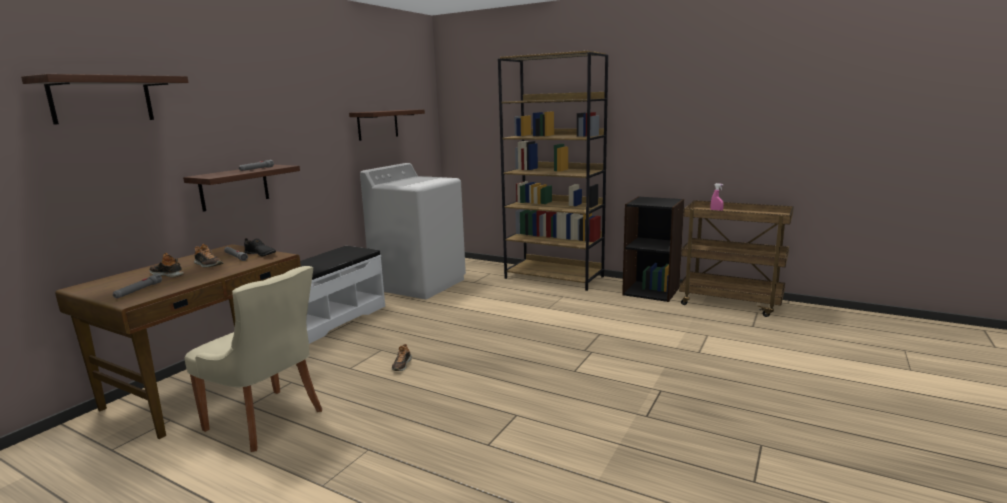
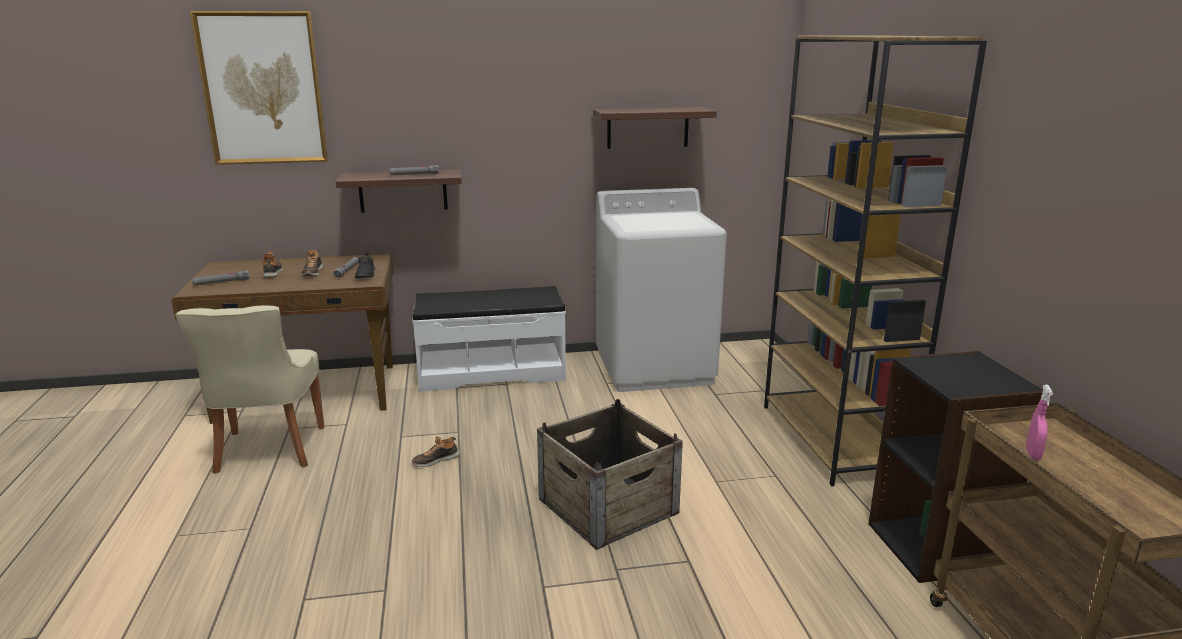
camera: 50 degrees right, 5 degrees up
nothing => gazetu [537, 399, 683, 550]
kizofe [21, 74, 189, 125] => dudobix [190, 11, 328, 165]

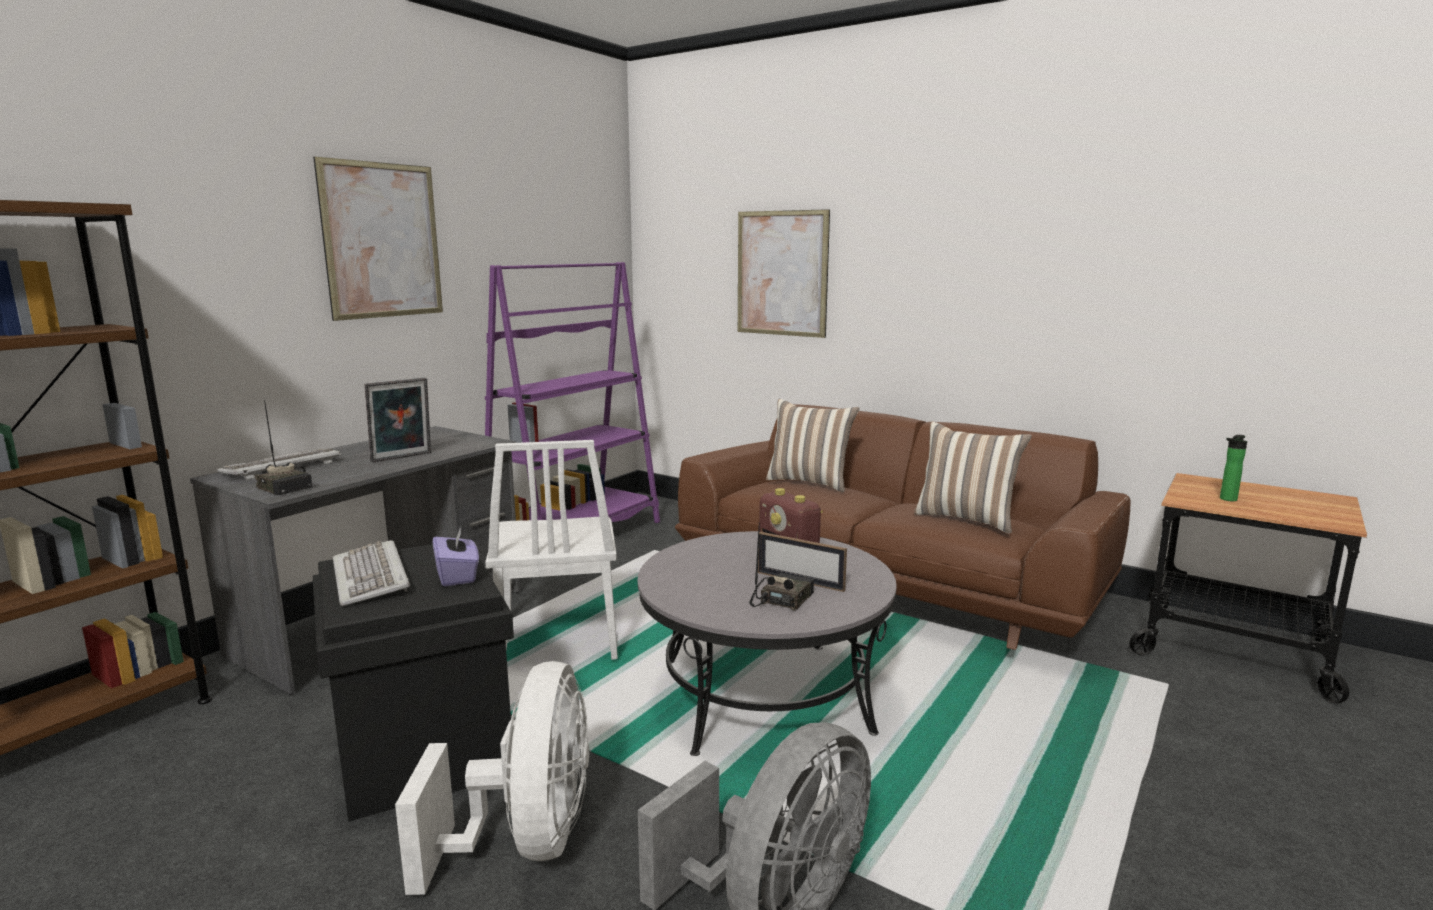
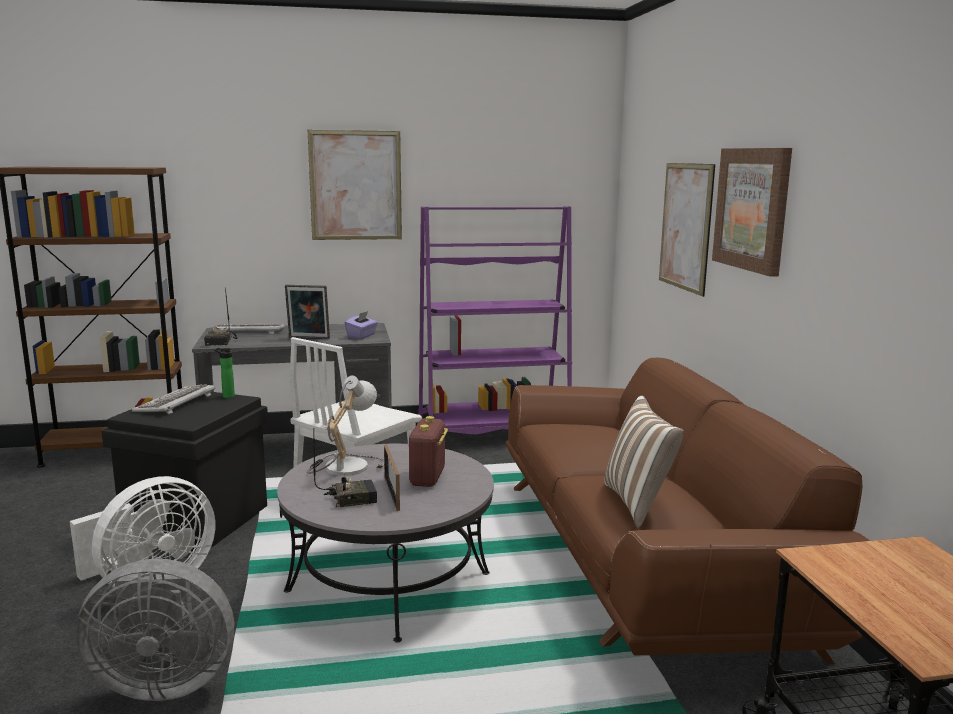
camera: 45 degrees right, 0 degrees up
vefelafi [766, 399, 860, 492] => nothing
nothing => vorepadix [307, 375, 384, 476]
nothing => dudobix [712, 148, 792, 277]
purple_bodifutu [433, 528, 479, 587] => purple_bodifutu [345, 311, 378, 339], moved
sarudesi [1220, 435, 1247, 501] => sarudesi [214, 348, 235, 398], moved

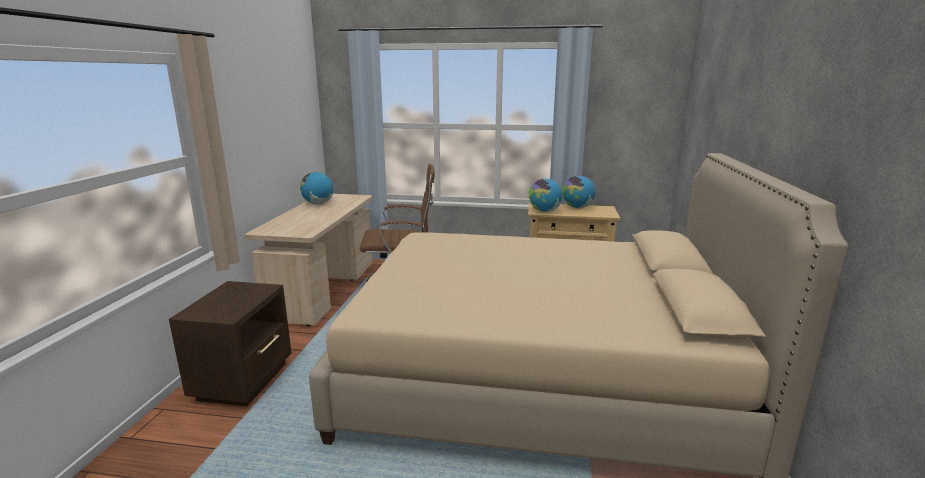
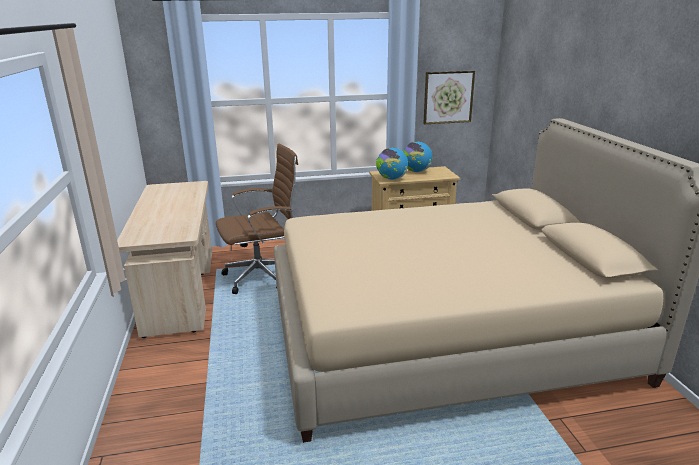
camera: 20 degrees left, 5 degrees up
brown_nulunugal [169, 281, 291, 406] => nothing
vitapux [300, 172, 333, 205] => nothing
nothing => dudobix [423, 71, 475, 124]

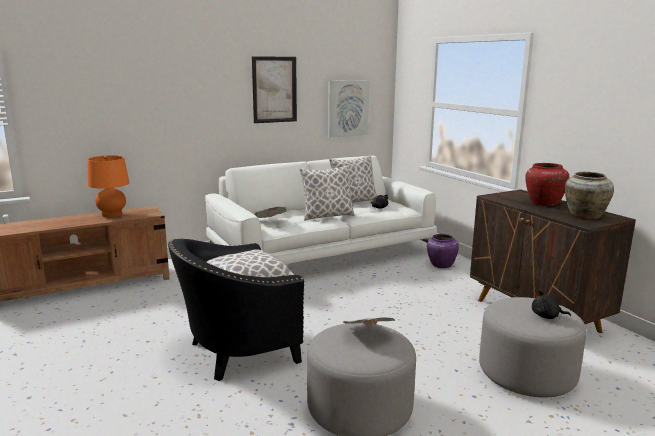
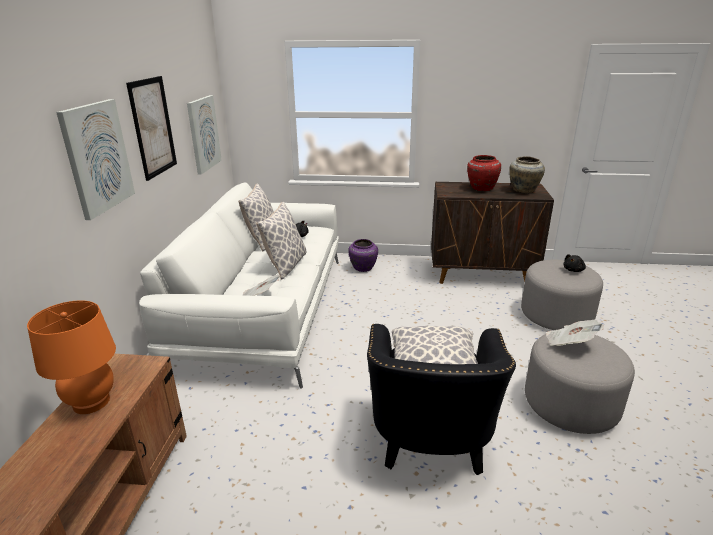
camera: 55 degrees left, 10 degrees up
nothing => dudobix [56, 99, 135, 220]

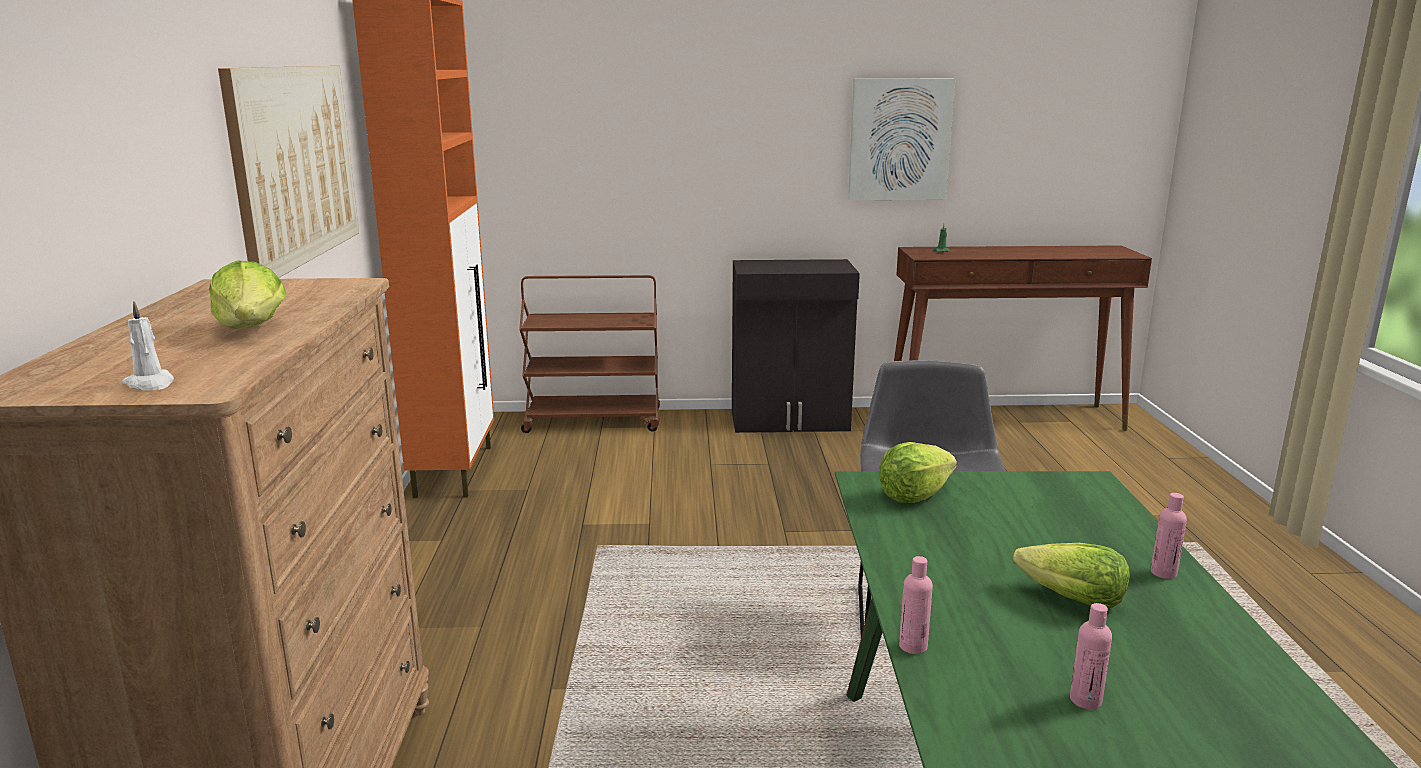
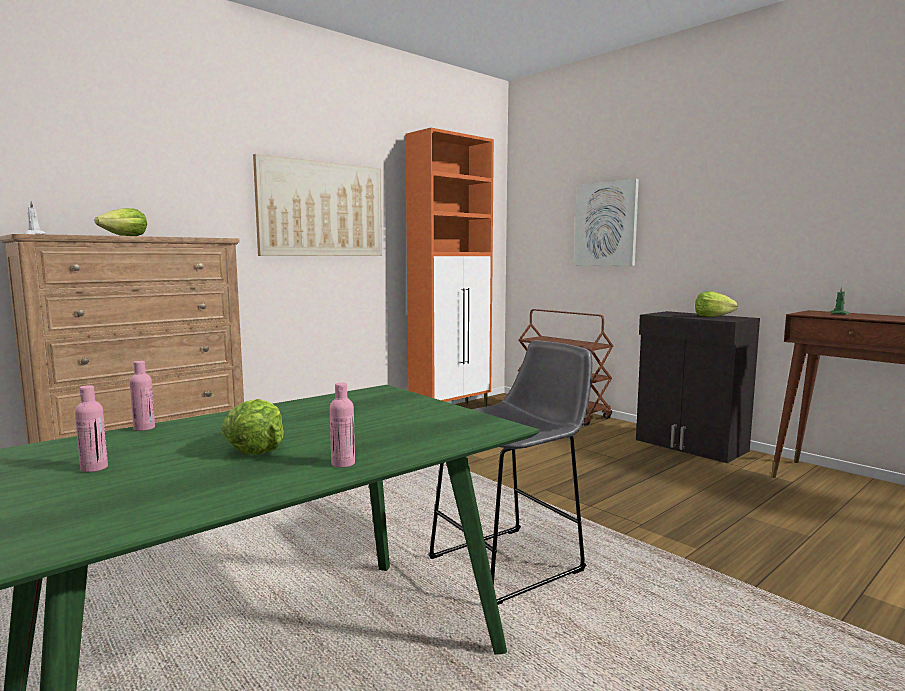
camera: 50 degrees right, 10 degrees down
dudobix [848, 78, 955, 200] => dudobix [574, 179, 639, 266], moved
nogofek [878, 442, 957, 503] => nogofek [695, 291, 738, 317], moved

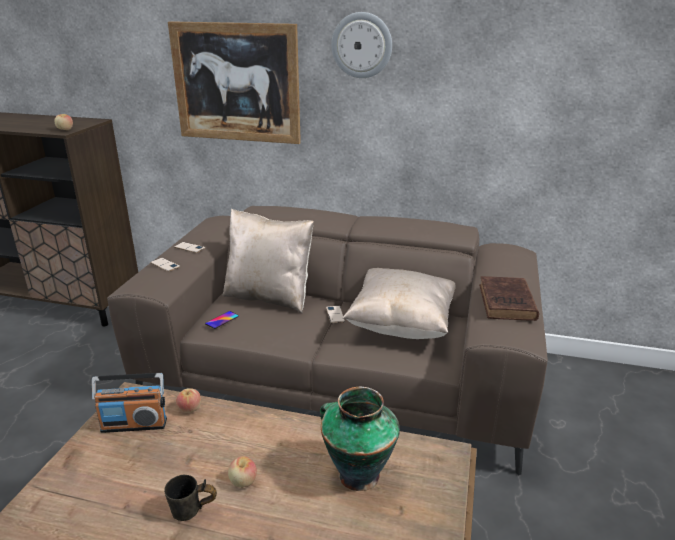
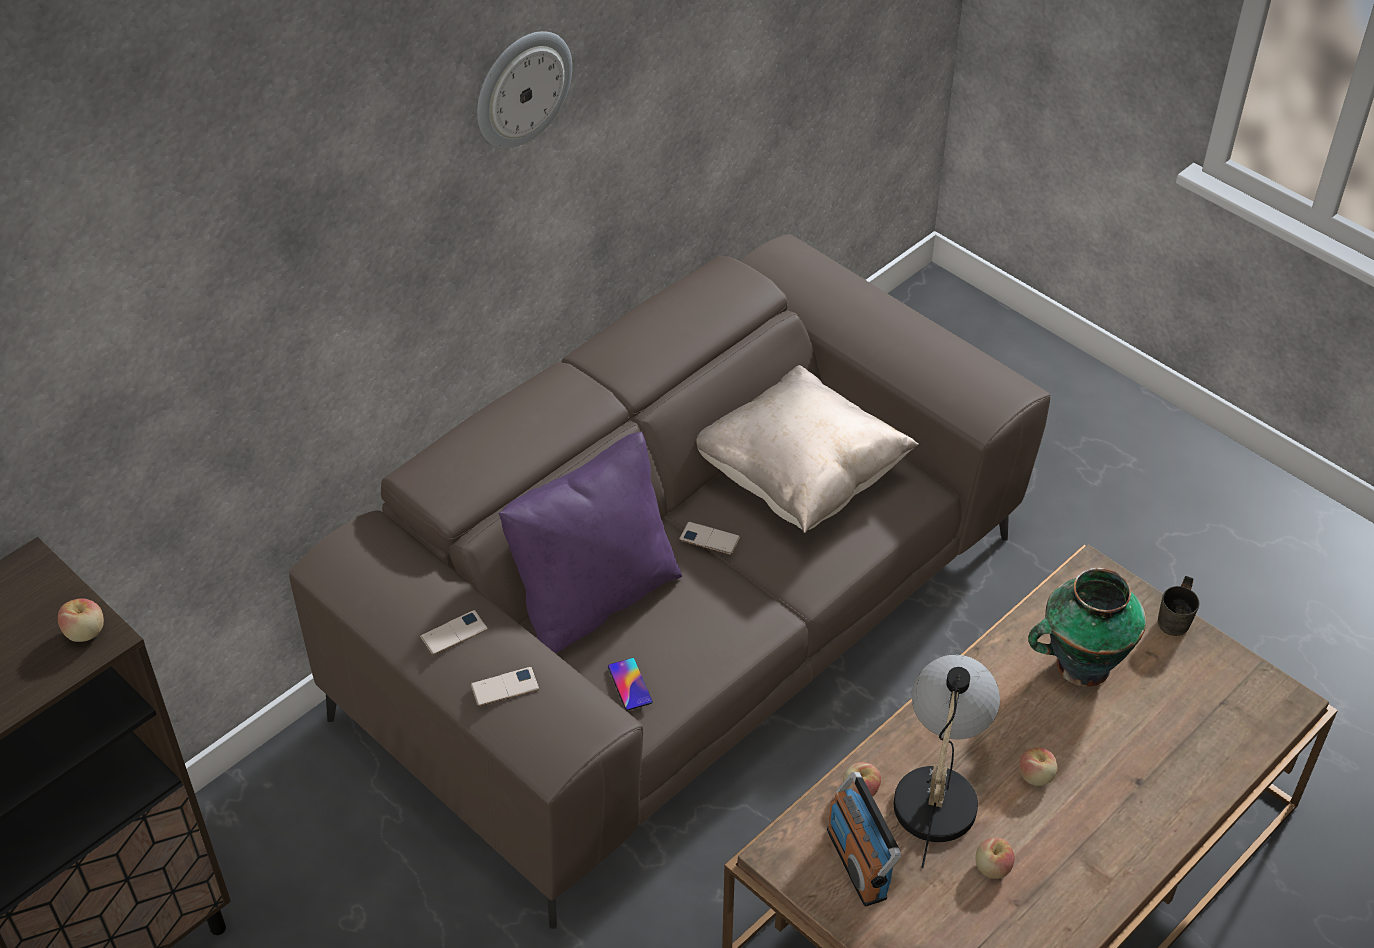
camera: 60 degrees left, 20 degrees up
dudobix [168, 21, 301, 144] => nothing
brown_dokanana [479, 276, 539, 321] => nothing
nothing => vorepadix [894, 655, 1000, 868]
nothing => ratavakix [975, 838, 1015, 879]
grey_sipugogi [164, 475, 217, 521] => grey_sipugogi [1158, 576, 1200, 636], moved
beige_vefelafi [223, 209, 314, 313] => purple_vefelafi [499, 432, 683, 653]
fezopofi [92, 373, 167, 433] => fezopofi [827, 772, 901, 906], 135 degrees clockwise

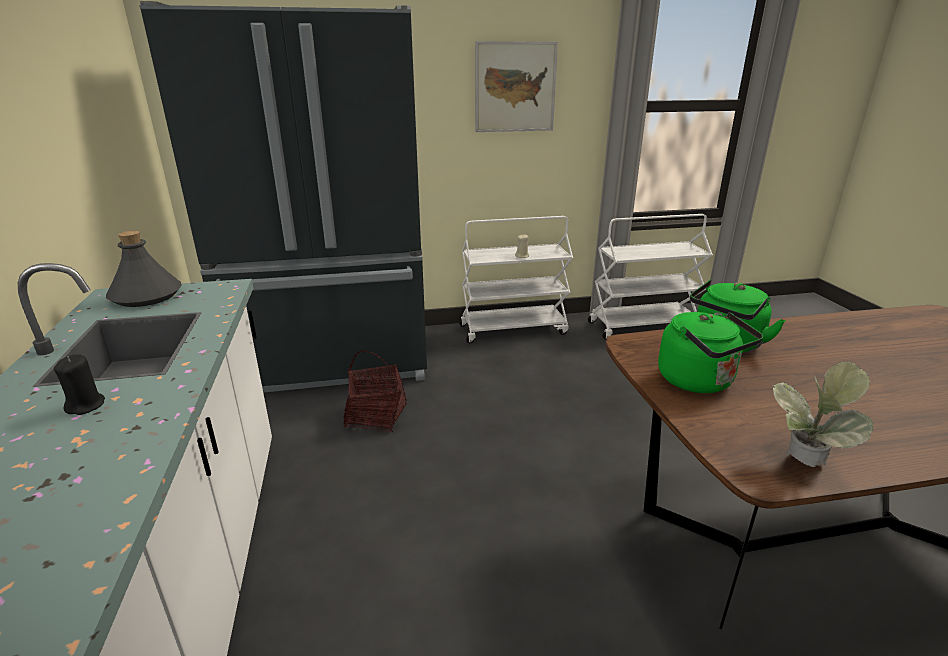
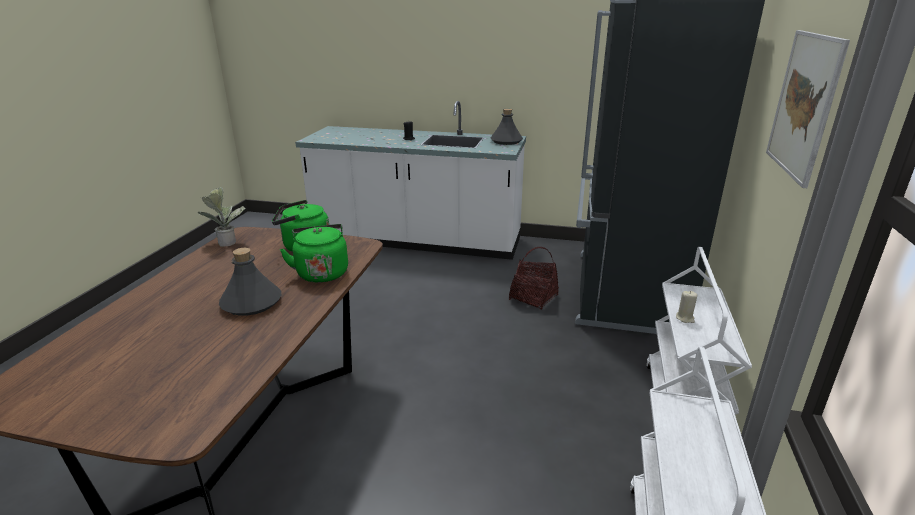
camera: 115 degrees right, 0 degrees up
nothing => grey_sarudesi [219, 248, 281, 316]

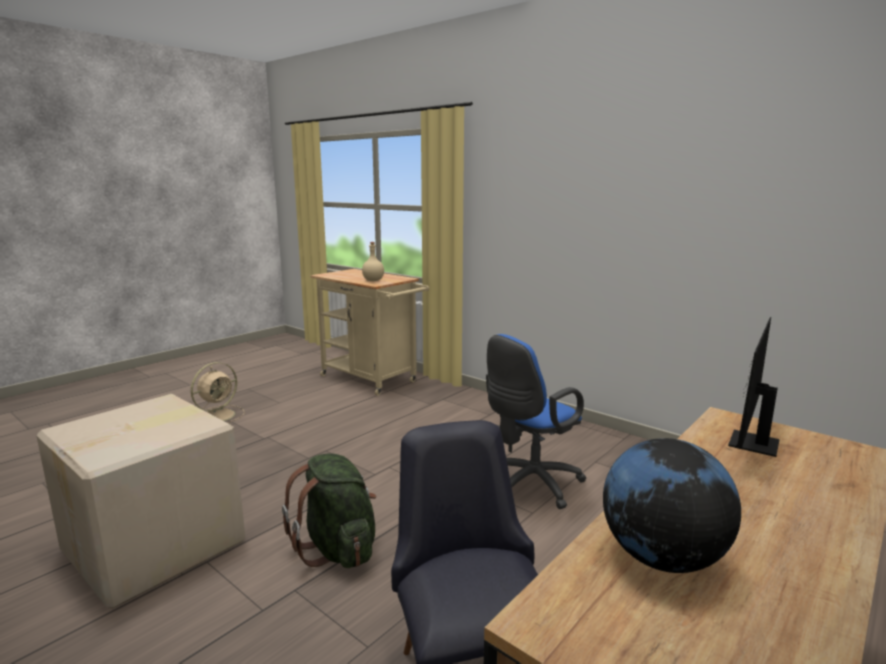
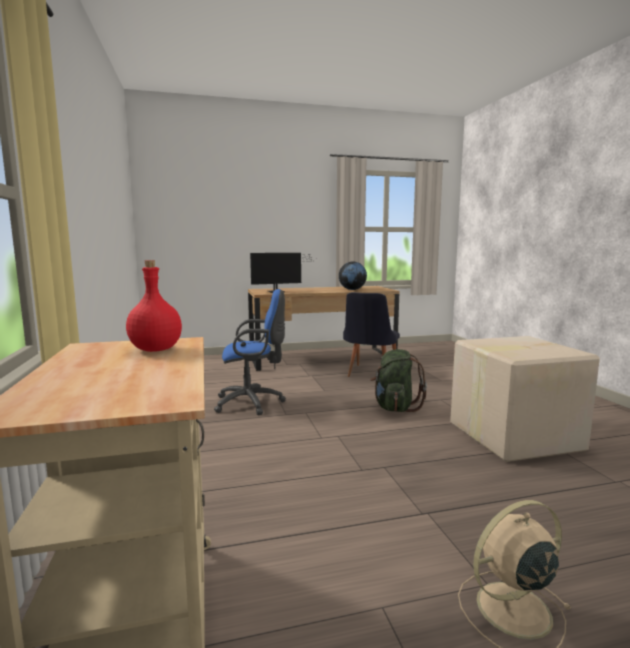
camera: 145 degrees left, 5 degrees down
beige_sarudesi [362, 242, 384, 281] => red_sarudesi [126, 260, 182, 352]

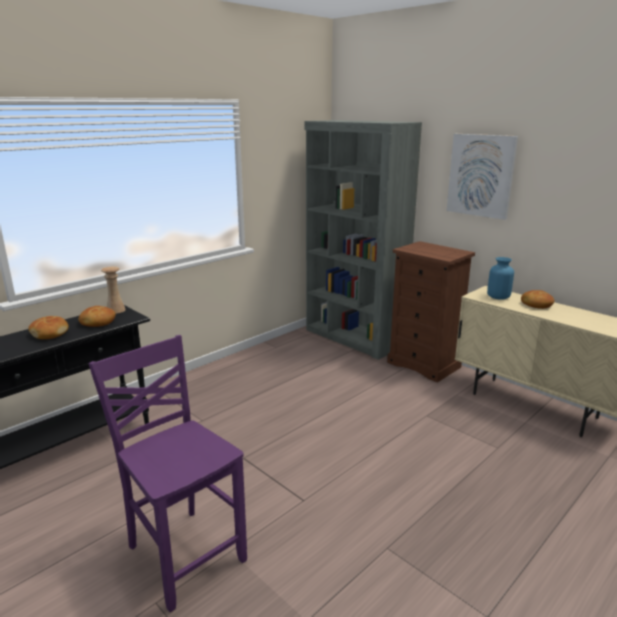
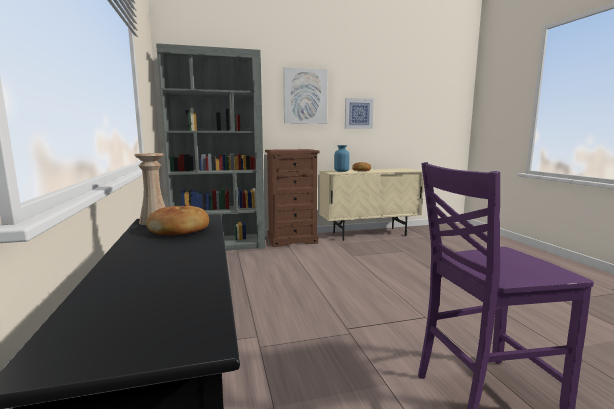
camera: 60 degrees left, 10 degrees down
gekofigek [28, 316, 69, 339] => nothing
nothing => dudobix [345, 98, 374, 129]

